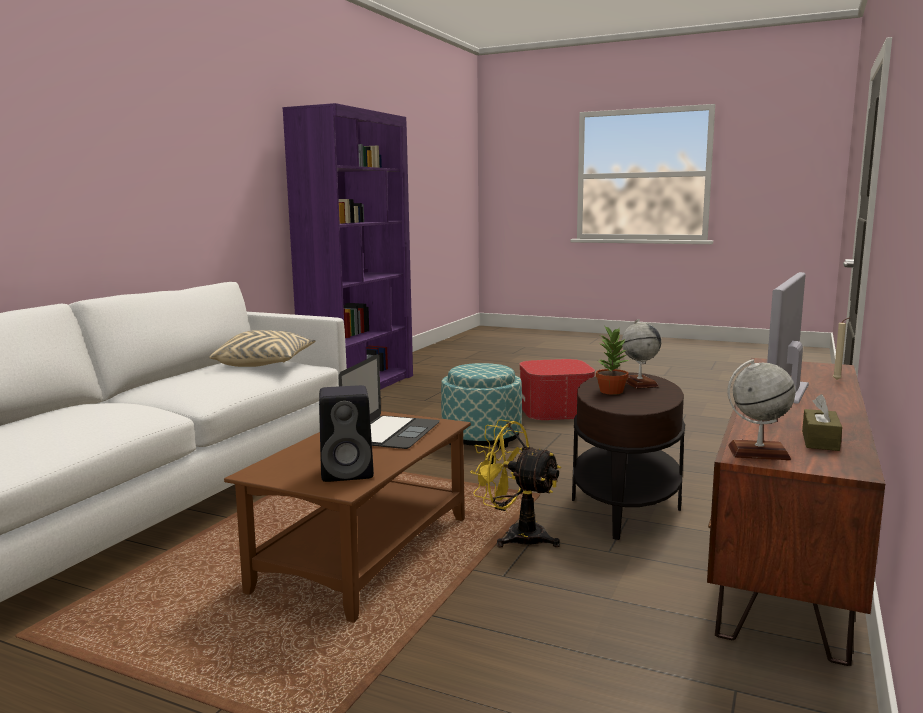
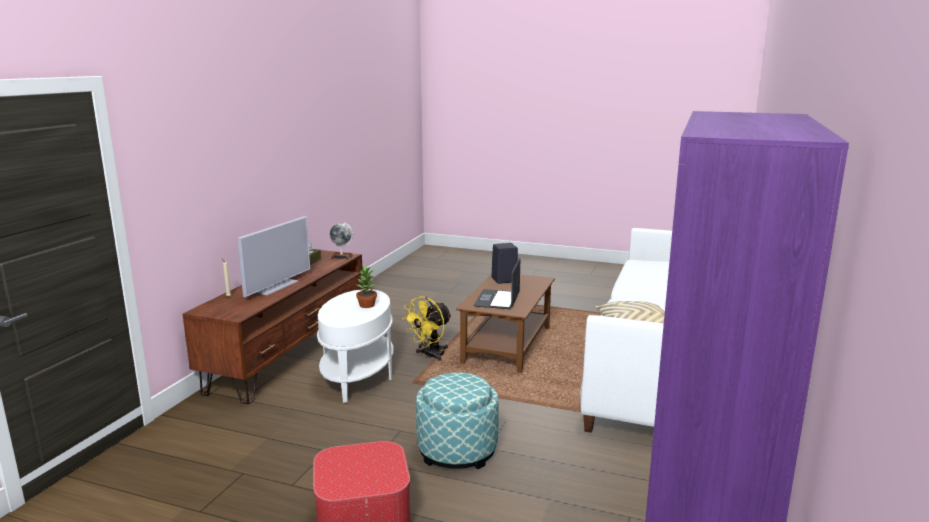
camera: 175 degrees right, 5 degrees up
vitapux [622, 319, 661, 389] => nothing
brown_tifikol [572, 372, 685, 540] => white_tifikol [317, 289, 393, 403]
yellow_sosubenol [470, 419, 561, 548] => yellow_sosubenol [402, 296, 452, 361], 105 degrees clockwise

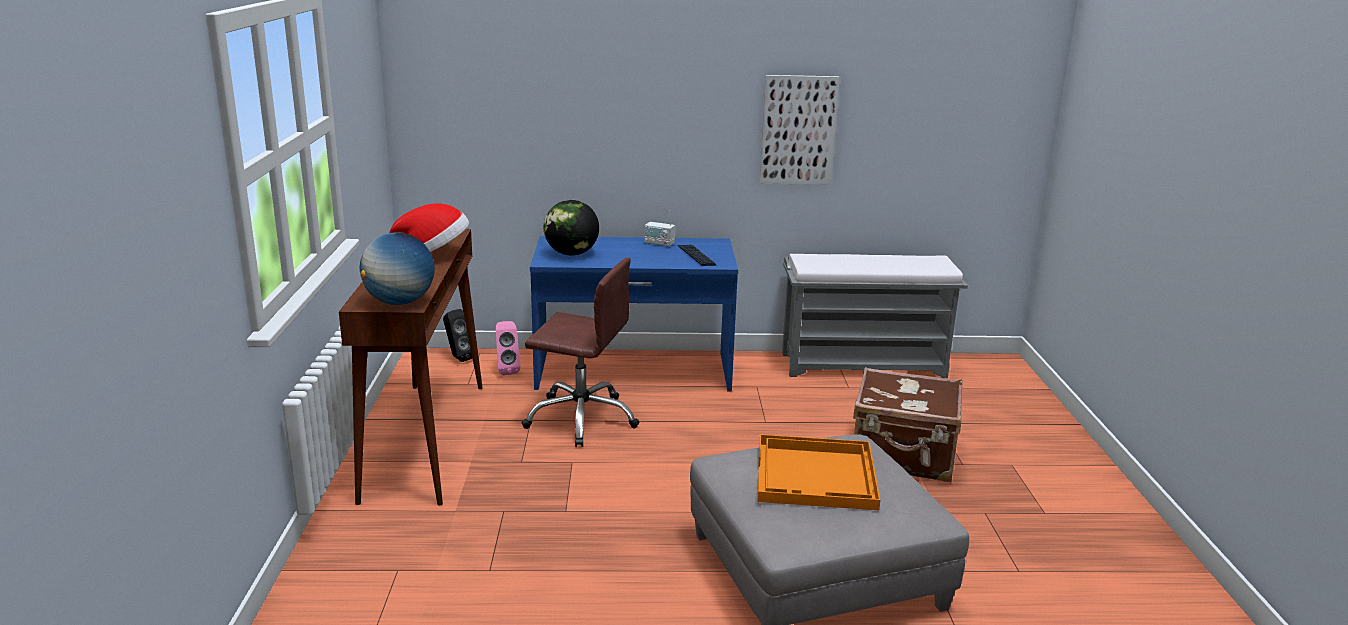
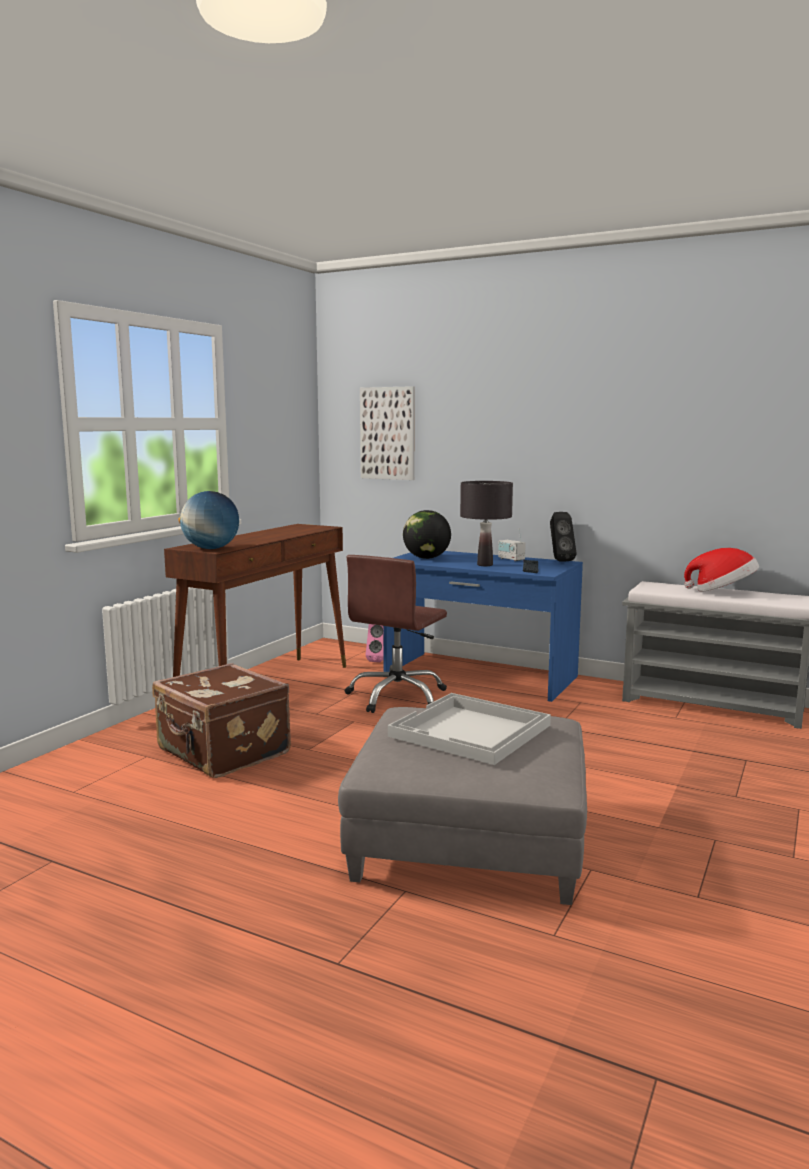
camera: 30 degrees right, 10 degrees down
nothing => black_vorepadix [460, 481, 513, 566]
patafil [389, 203, 469, 252] => patafil [684, 548, 759, 591], moved
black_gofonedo [443, 309, 472, 362] => black_gofonedo [550, 512, 577, 562], moved
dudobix [760, 75, 840, 185] => dudobix [360, 386, 415, 480], moved
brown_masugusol [853, 367, 963, 482] => brown_masugusol [152, 663, 291, 778], moved
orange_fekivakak [758, 434, 880, 510] => white_fekivakak [388, 693, 551, 765]
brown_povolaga [522, 258, 640, 447] => brown_povolaga [345, 555, 447, 713], 75 degrees clockwise

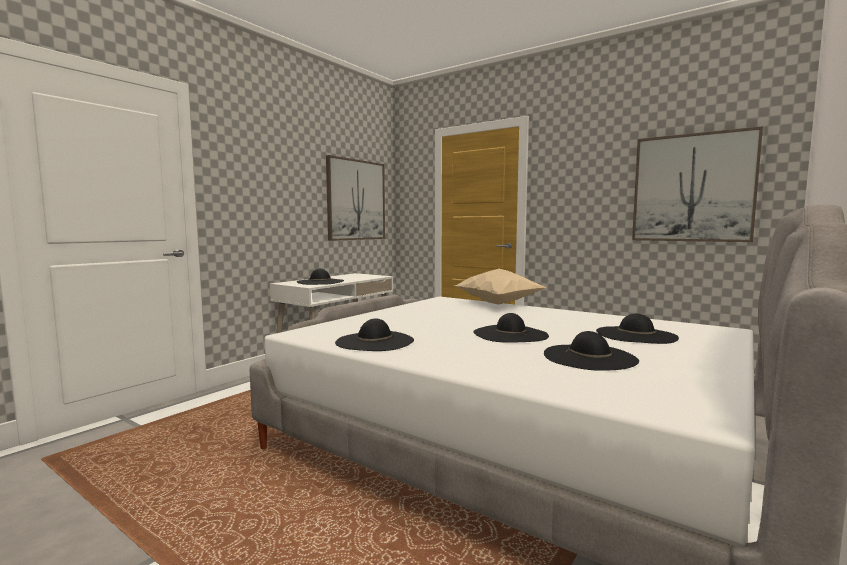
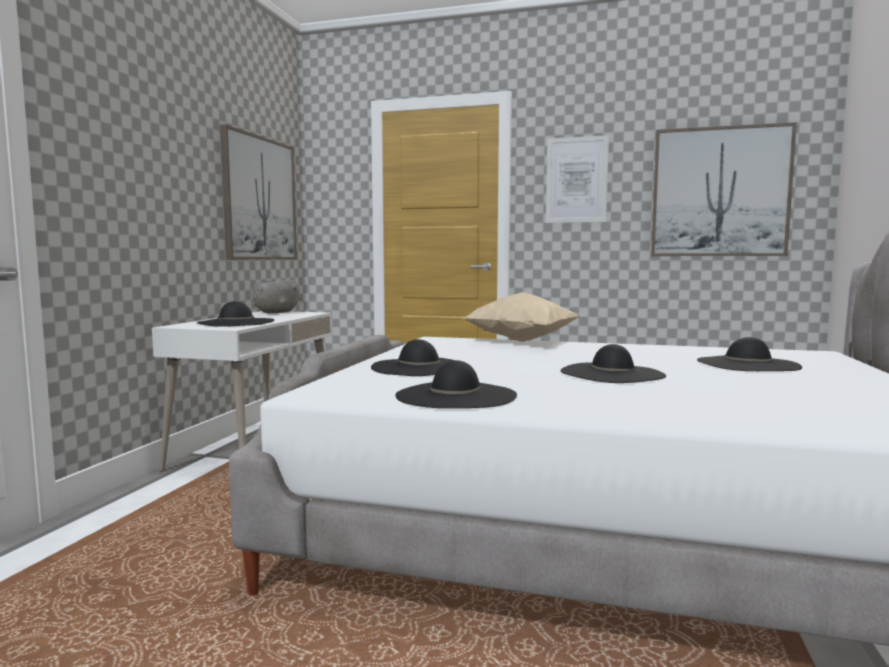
camera: 20 degrees left, 0 degrees up
nothing => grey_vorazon [252, 280, 301, 314]
nothing => dudobix [546, 135, 609, 223]
black_patafil [544, 331, 639, 371] => black_patafil [371, 339, 454, 376], moved

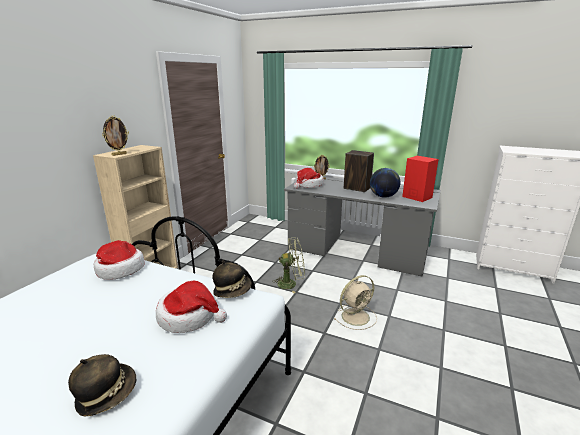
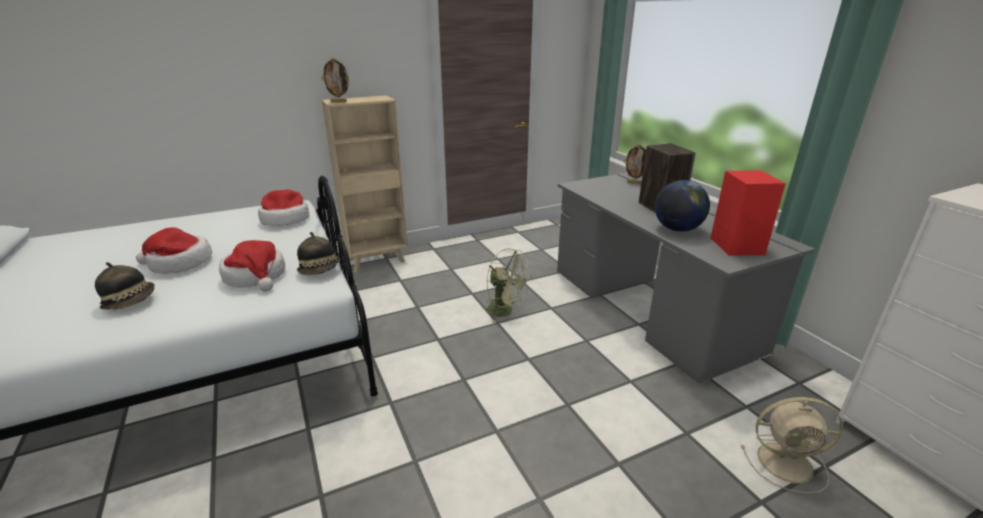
camera: 40 degrees right, 5 degrees up
patafil [294, 168, 324, 189] => patafil [136, 227, 212, 274], moved
beige_sosubenol [334, 275, 377, 330] => beige_sosubenol [741, 397, 843, 494], moved

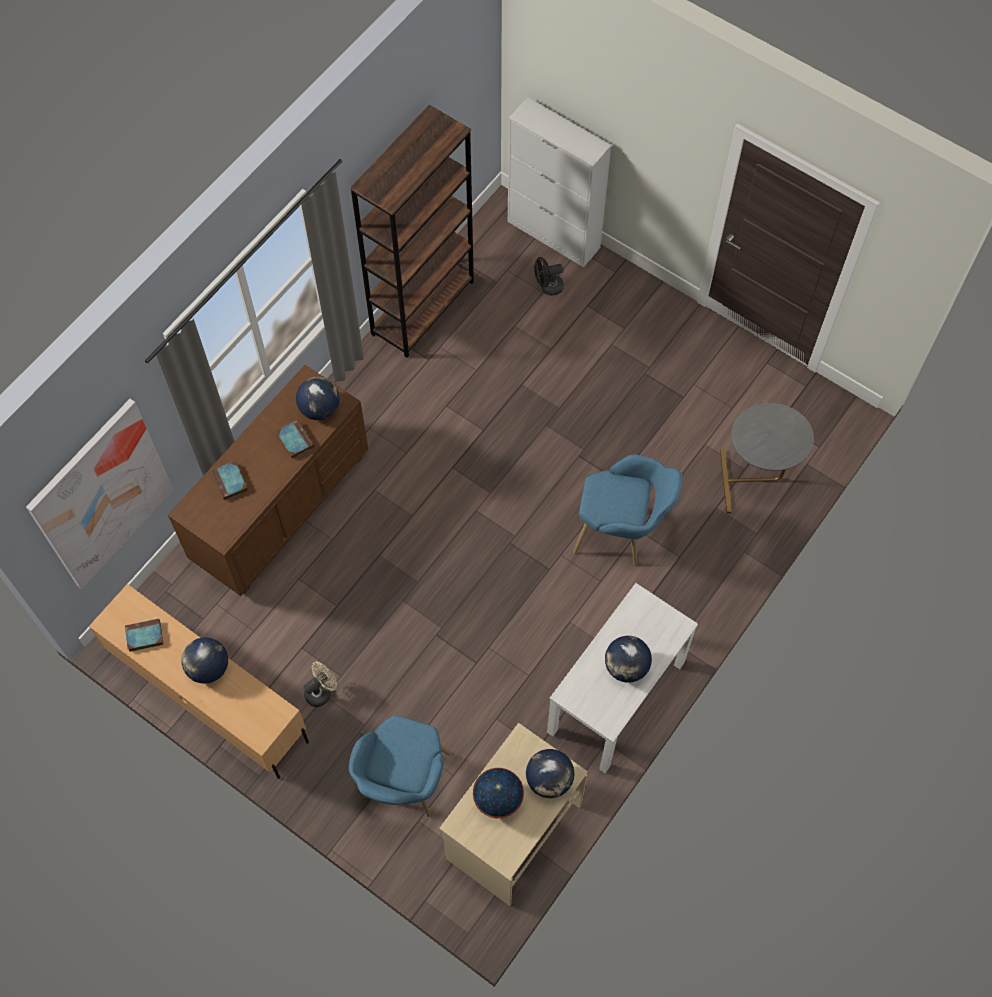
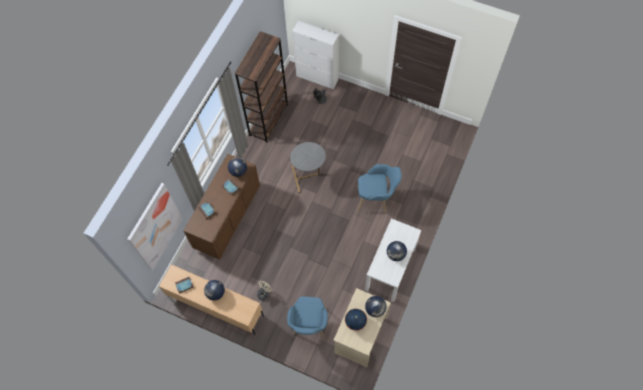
camera: 10 degrees left, 0 degrees up
grey_tifikol [720, 403, 814, 513] => grey_tifikol [290, 142, 326, 193], moved

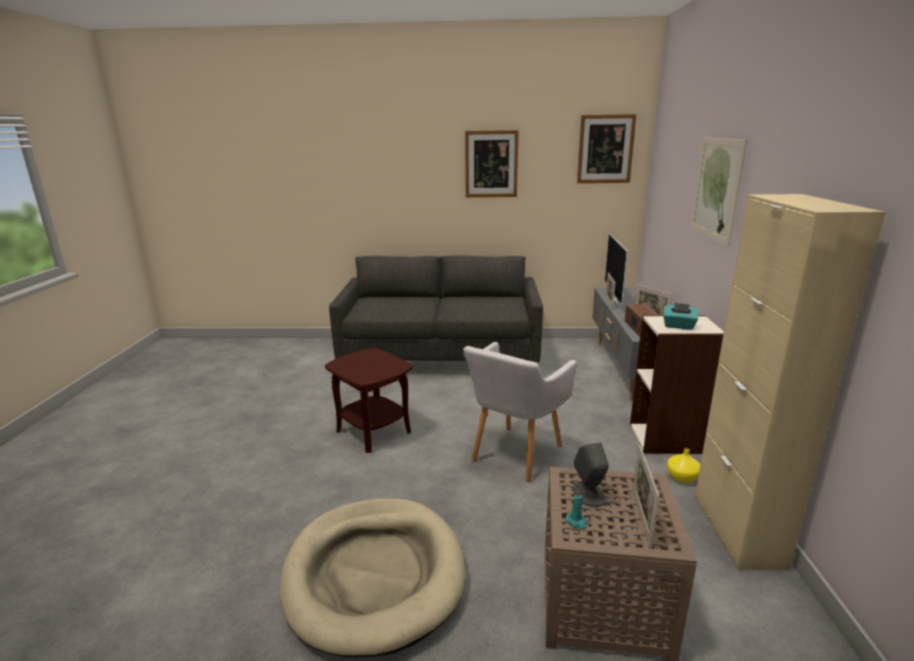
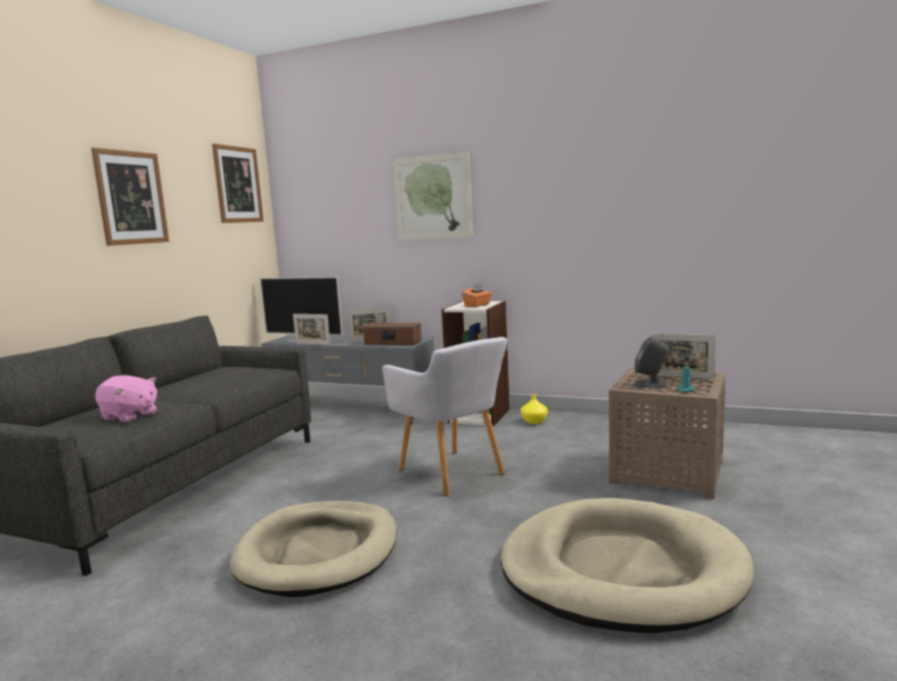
camera: 70 degrees left, 10 degrees down
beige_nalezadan [695, 194, 885, 571] => nothing
nothing => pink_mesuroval [95, 375, 157, 422]
brown_tifikol [325, 348, 413, 453] => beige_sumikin [230, 501, 397, 597]
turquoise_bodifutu [663, 303, 699, 330] => orange_bodifutu [462, 283, 492, 307]

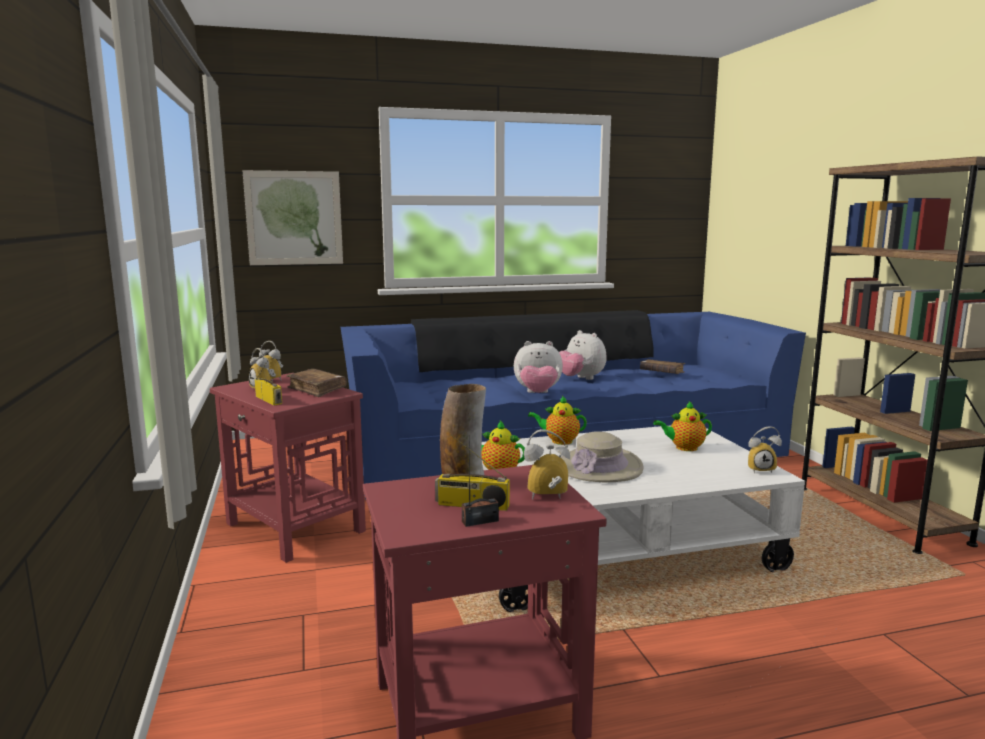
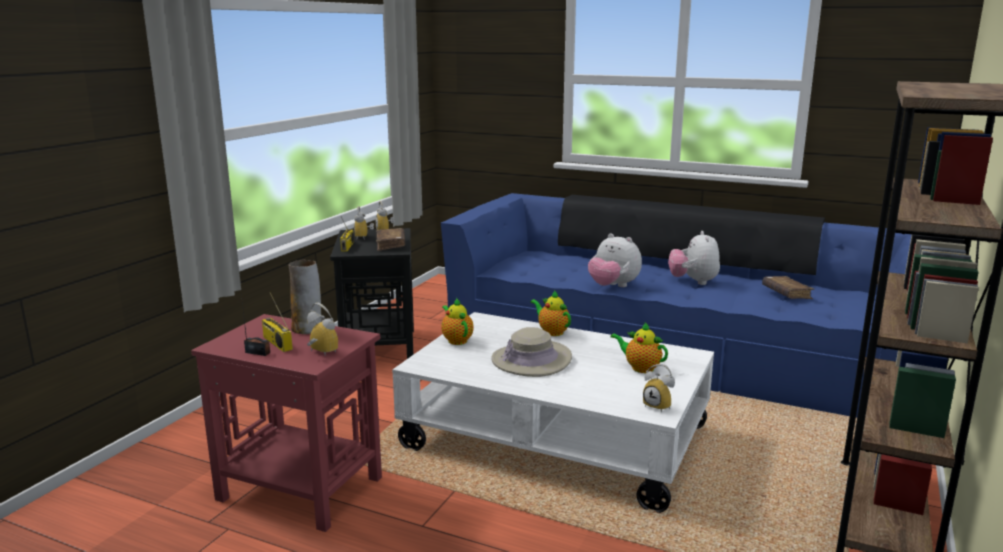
camera: 40 degrees right, 5 degrees up
dudobix [243, 170, 343, 265] => nothing
red_tifikol [209, 373, 366, 563] => black_tifikol [330, 228, 414, 359]

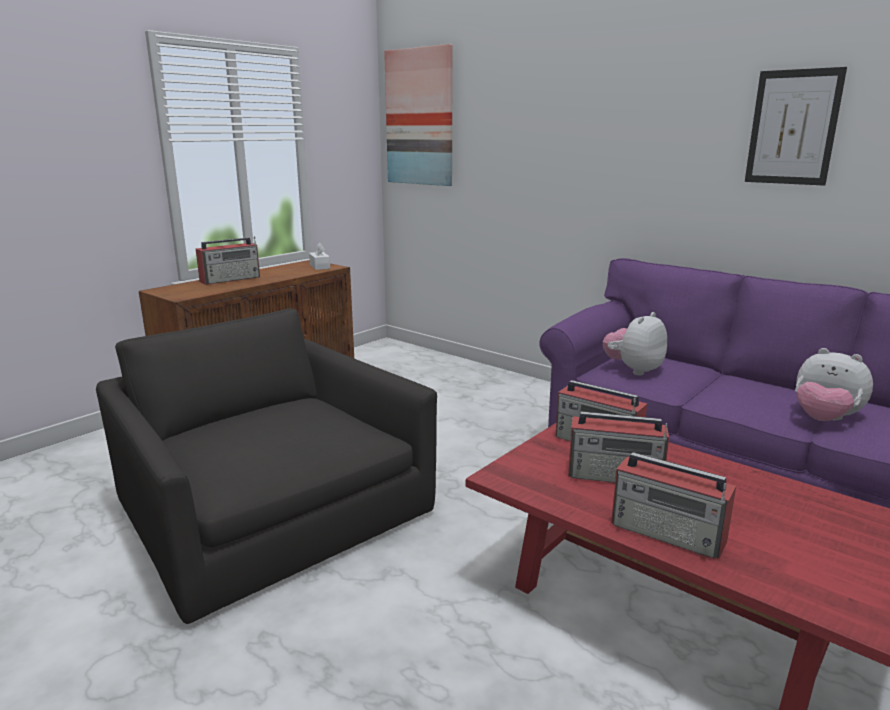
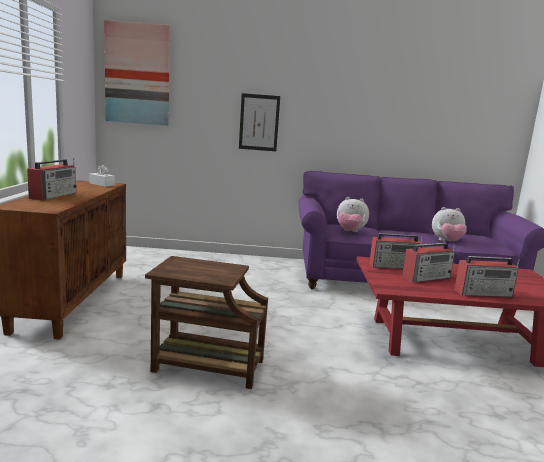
camera: 40 degrees left, 5 degrees down
dudobix [745, 67, 847, 186] => dudobix [239, 93, 280, 151], moved
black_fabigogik [96, 308, 437, 624] => brown_tifikol [145, 256, 268, 389]
mesuroval [603, 312, 667, 375] => mesuroval [337, 197, 369, 232], 75 degrees counterclockwise

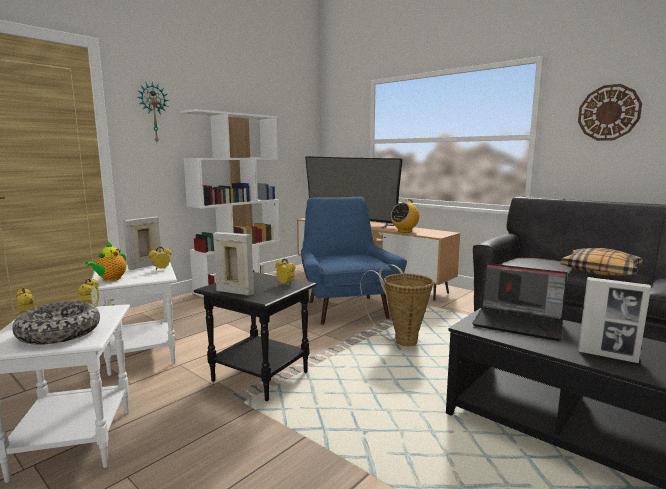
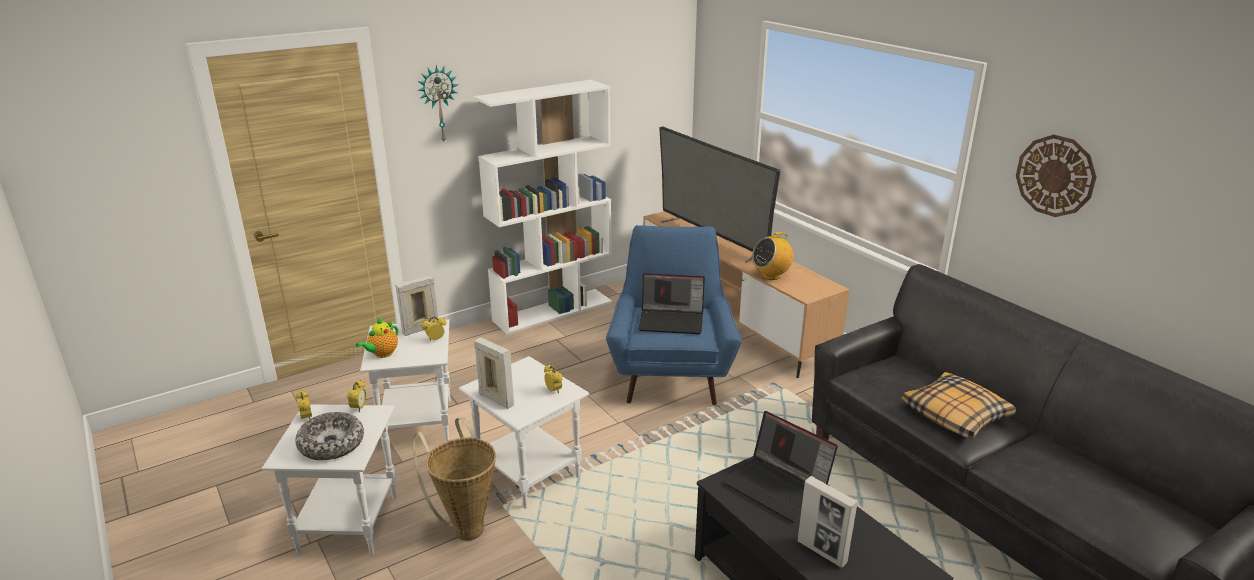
camera: 15 degrees right, 15 degrees up
nothing => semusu [638, 273, 705, 334]
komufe [360, 264, 434, 346] => komufe [413, 418, 496, 541], moved
black_tifikol [194, 272, 317, 401] => white_tifikol [459, 356, 589, 509]

